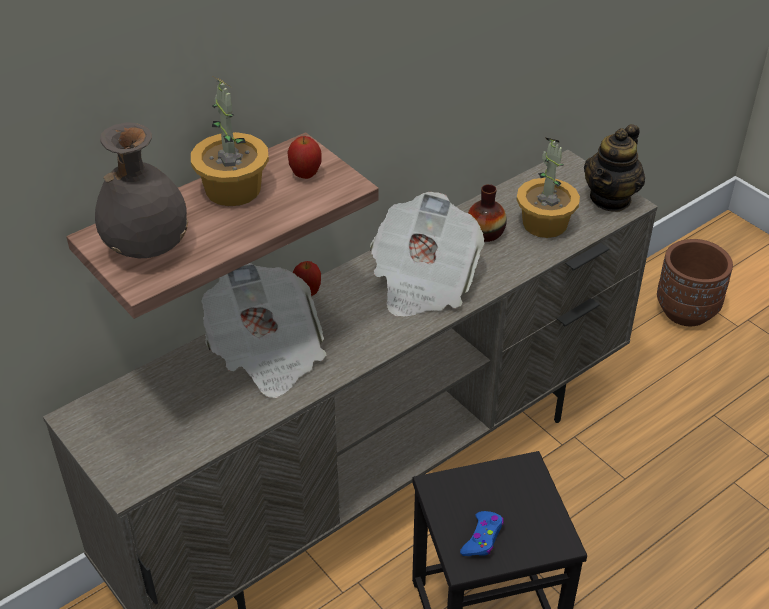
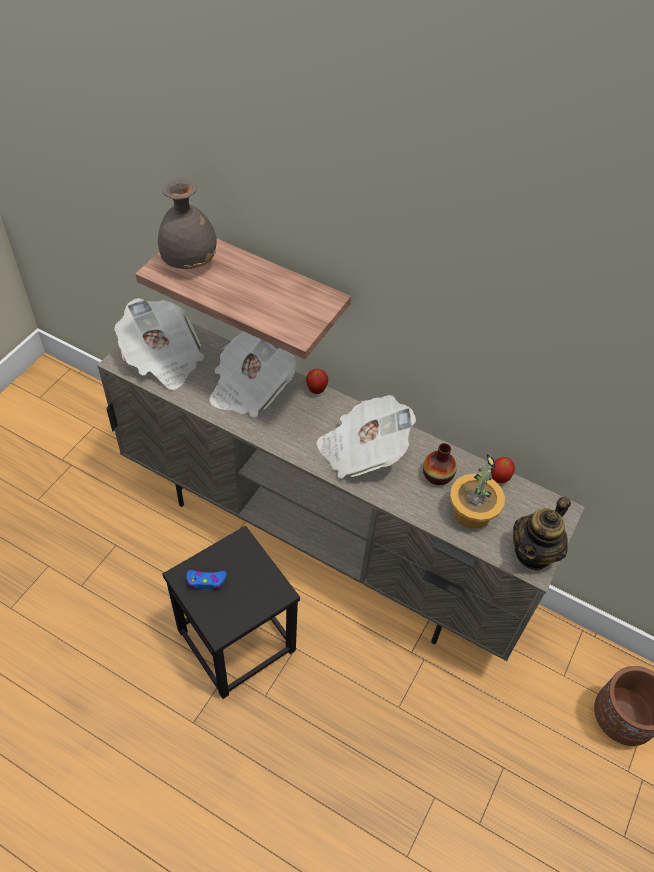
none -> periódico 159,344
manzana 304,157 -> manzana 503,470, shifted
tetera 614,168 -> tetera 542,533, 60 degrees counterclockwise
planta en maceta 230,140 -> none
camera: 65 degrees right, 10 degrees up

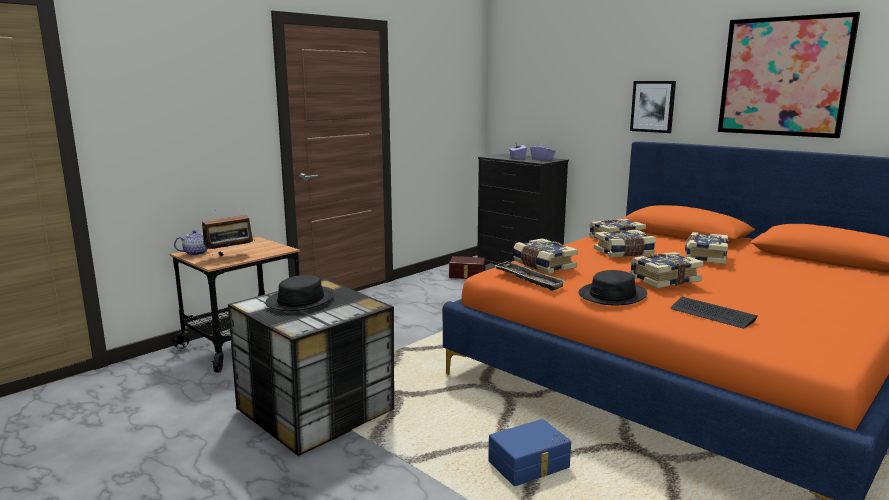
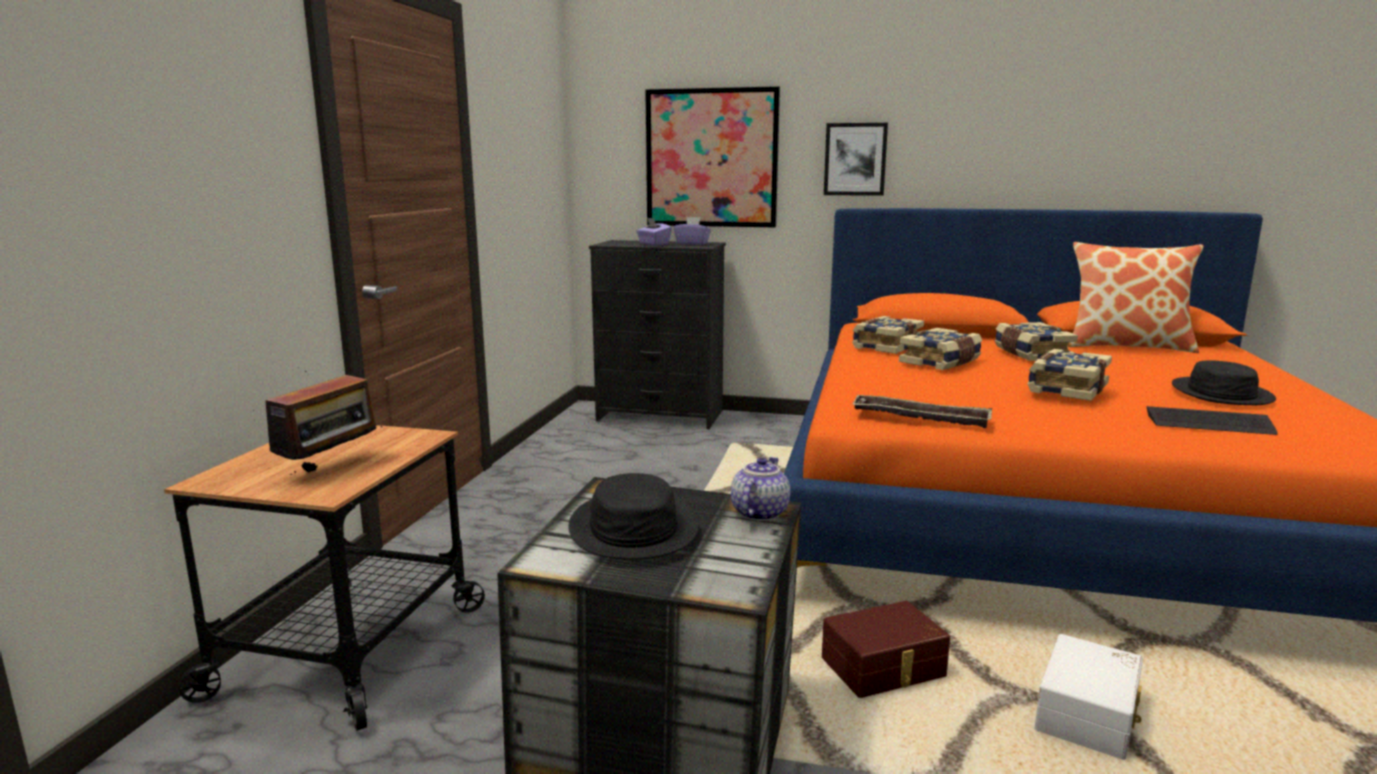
cuadro 789,75 -> cuadro 712,156, shifted
tetera 191,243 -> tetera 760,489, shifted
caja de almacenaje [marrón] 467,267 -> caja de almacenaje [marrón] 886,649, shifted
caja de almacenaje [azul] 529,452 -> caja de almacenaje [blanco] 1088,697
none -> cojín 1135,297
sombrero [negro] 613,287 -> sombrero [negro] 1224,382, shifted
libro 545,256 -> none
camera: 30 degrees left, 0 degrees up

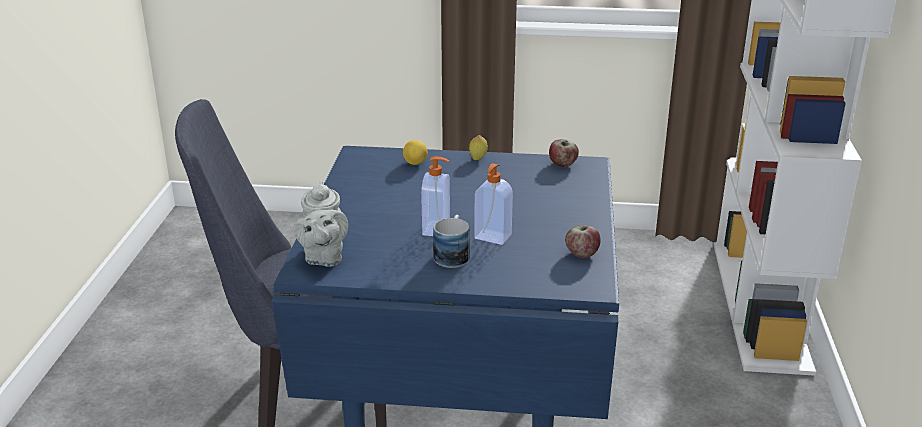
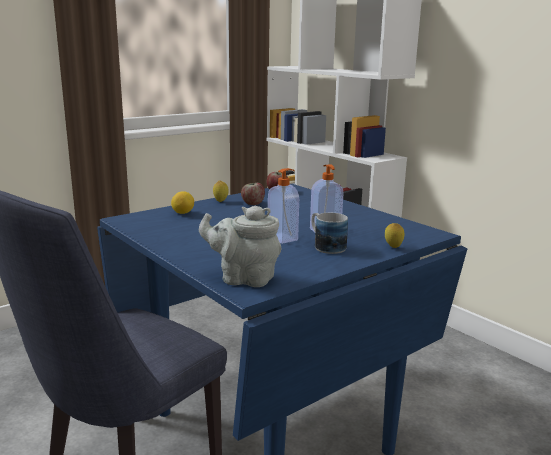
tetera [gris] 321,223 -> tetera [gris] 240,246, 150 degrees clockwise
manzana 583,241 -> manzana 253,194, shifted
none -> limón 394,235
camera: 45 degrees left, 10 degrees down

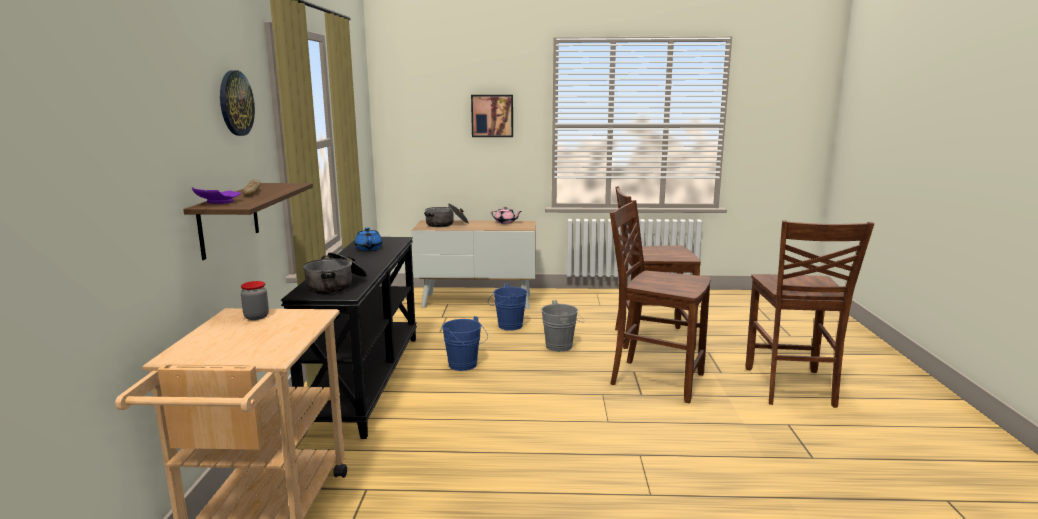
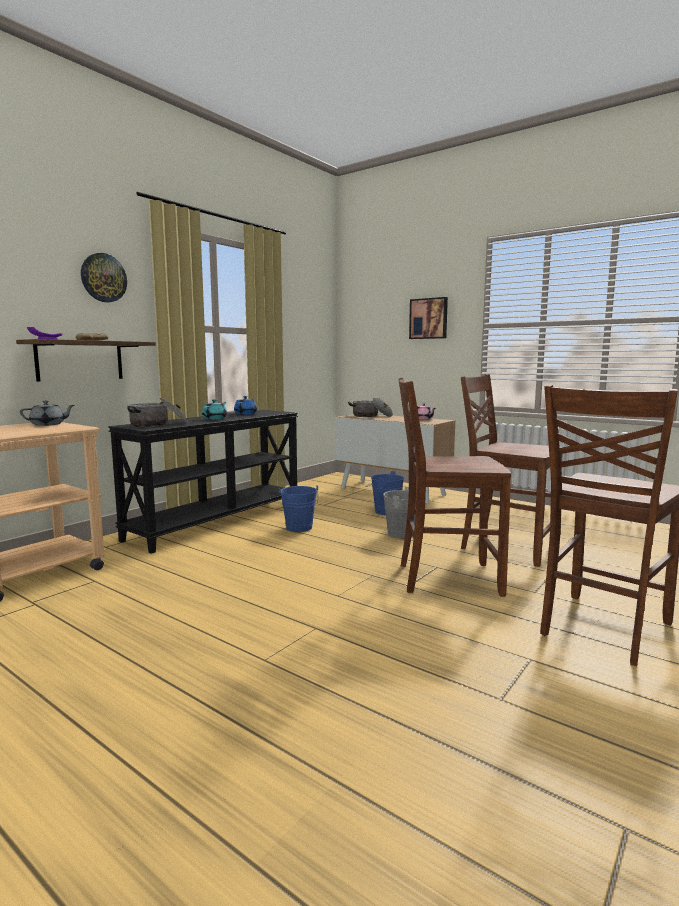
tarro 255,300 -> tetera [gris] 47,413
none -> tetera [turquesa] 214,409
silla [marrón] 660,301 -> silla [marrón] 455,487, 60 degrees counterclockwise
camera: 35 degrees right, 5 degrees down

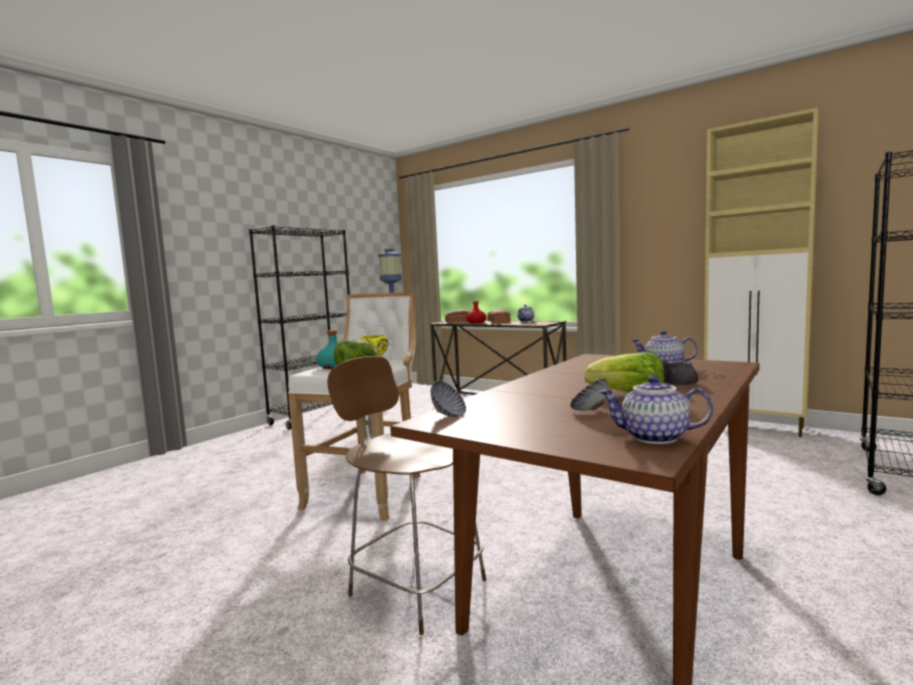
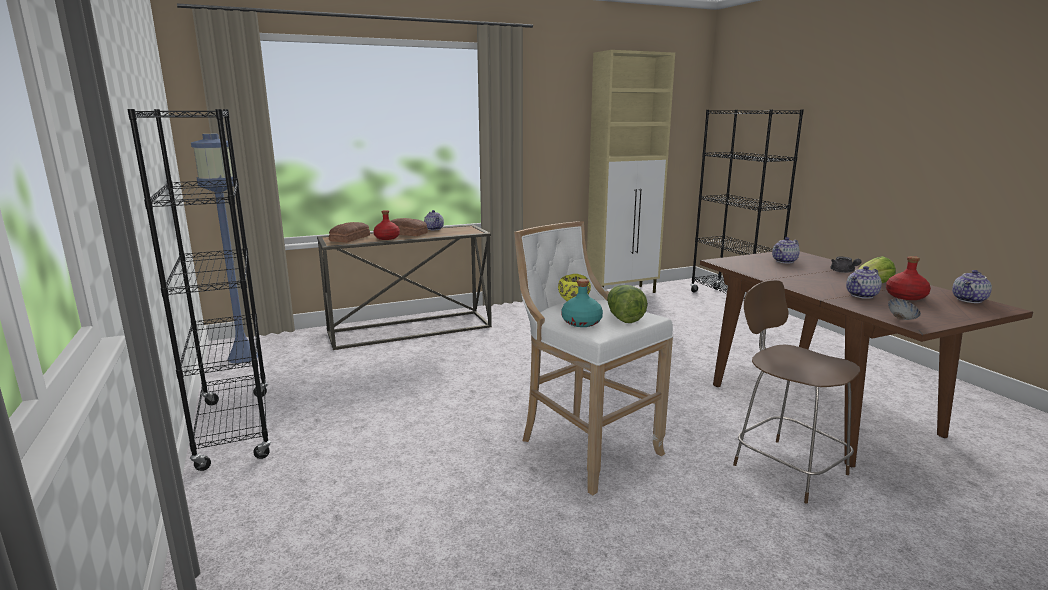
silla [marrón] 406,495 -> silla [marrón] 796,392, 75 degrees clockwise
none -> tetera 864,282
cuenco 589,394 -> botella [rojo] 908,278
camera: 60 degrees left, 10 degrees up

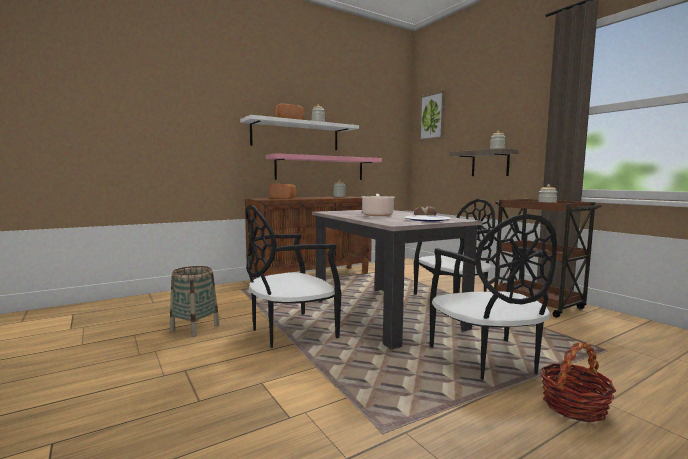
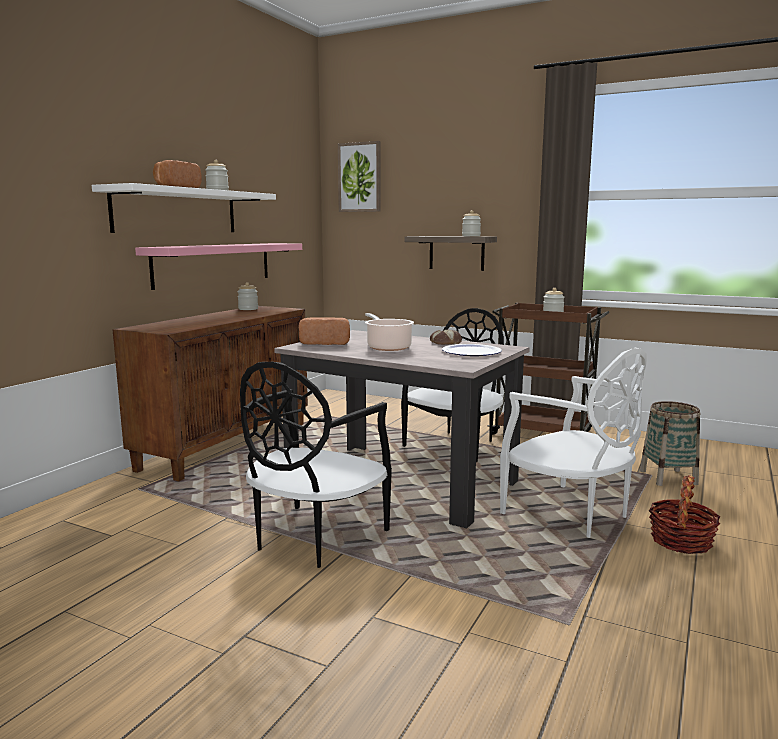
pan 283,191 -> pan 324,331, shifted
silla [negro] 493,297 -> silla [blanco] 573,443
cesta 194,301 -> cesta 670,443, shifted
camera: 30 degrees left, 5 degrees up

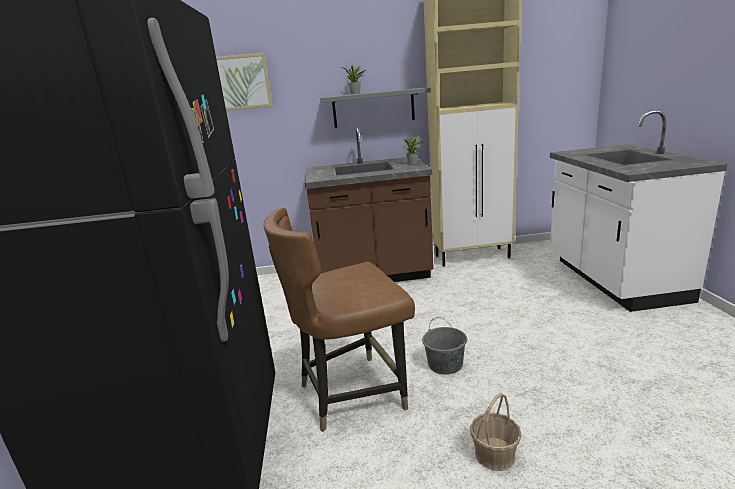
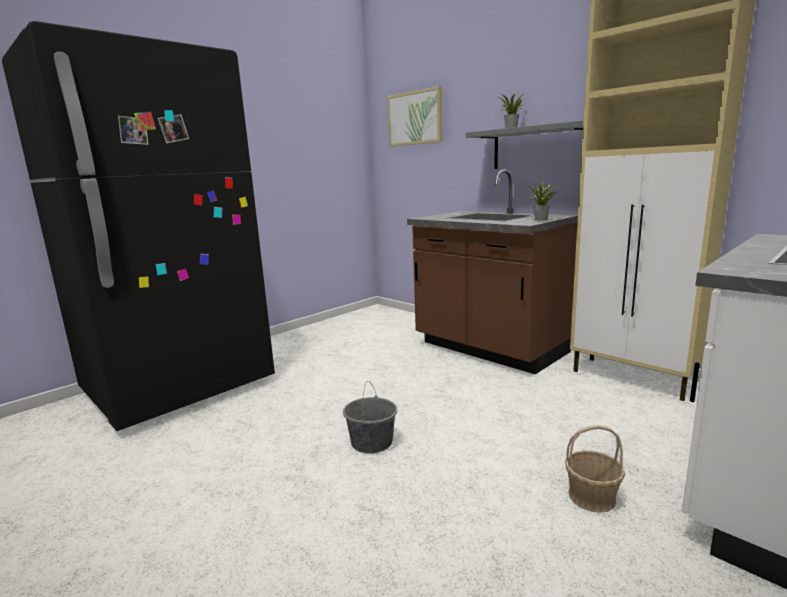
cesta 496,432 -> cesta 595,469, shifted
silla [marrón] 339,320 -> none
camera: 50 degrees right, 5 degrees down

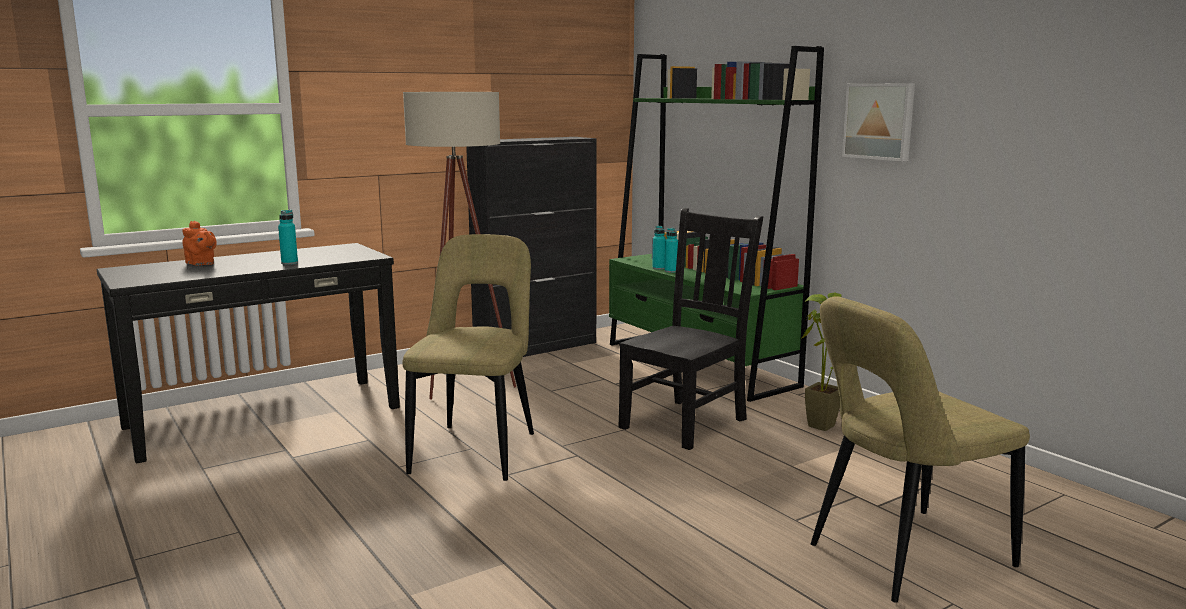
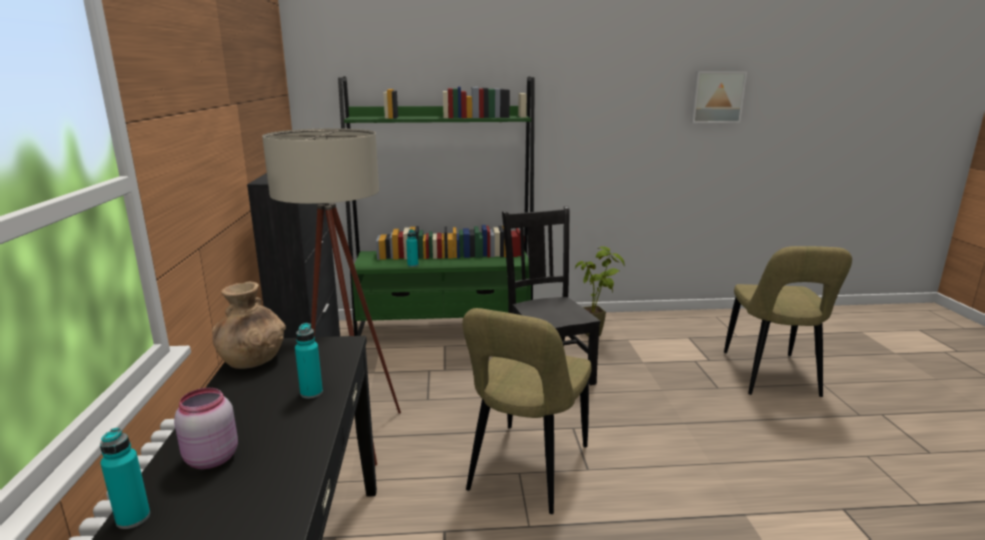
botella [turquesa] 671,250 -> botella [turquesa] 125,478, shifted
tetera [naranja] 199,243 -> tarro [rosa] 206,428
none -> florero [marrón] 249,325
silla [beis] 468,357 -> silla [beis] 527,411, 105 degrees counterclockwise
cuadro 878,122 -> cuadro 718,97, shifted
camera: 60 degrees left, 5 degrees up

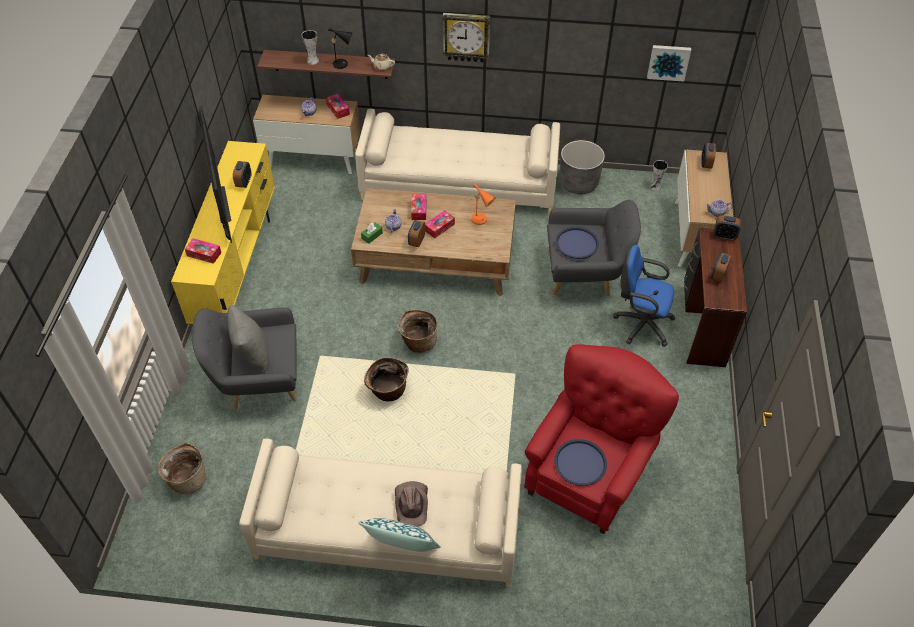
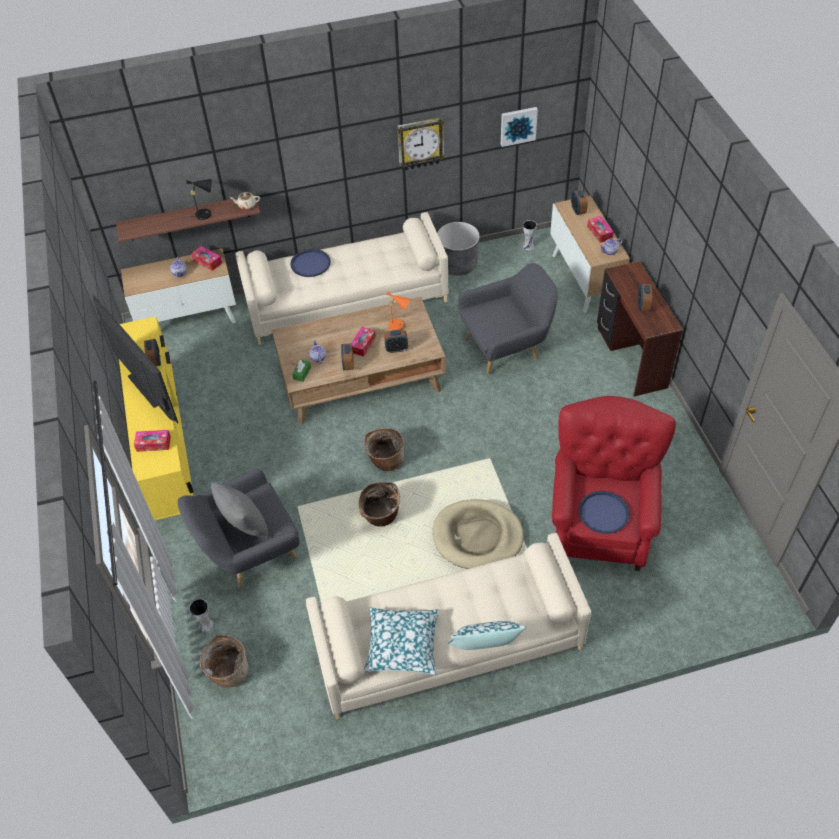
florero 310,47 -> florero 201,615, shifted
bandeja [azul] 577,243 -> bandeja [azul] 310,263, shifted
none -> cojín 402,641
despertador 727,228 -> despertador 396,341, shifted
reloj de pared 466,37 -> reloj de pared 421,143, shifted
none -> cama para perro [beis] 478,534
caja de pañuelos 418,207 -> caja de pañuelos 600,229, shifted
sombrero [marrón] 411,504 -> none
silla de oficina [azul] 644,296 -> none
camera: 20 degrees left, 0 degrees up

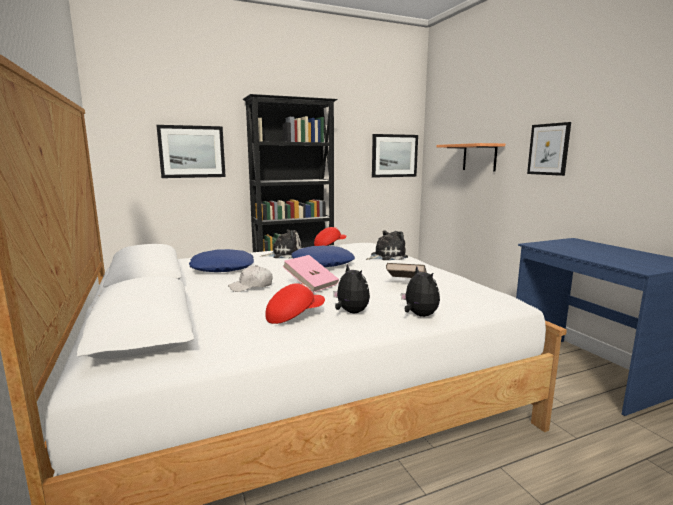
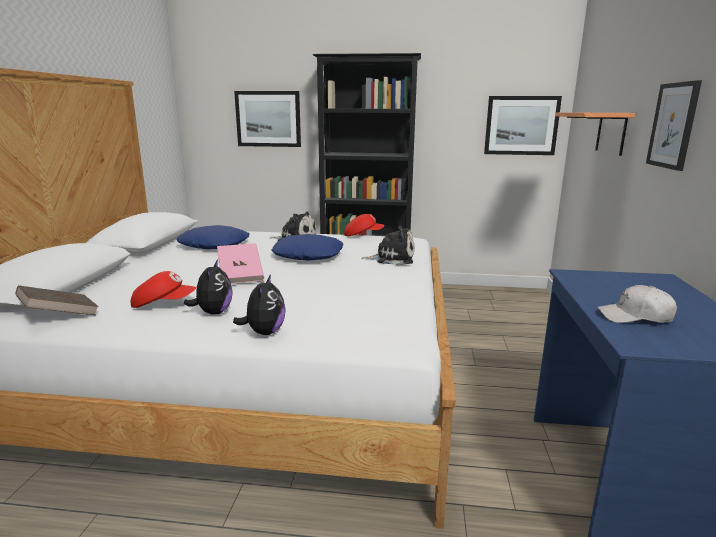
libro [marrón] 406,270 -> libro [marrón] 57,300, shifted
gorra [blanco] 250,278 -> gorra [blanco] 637,304, shifted
camera: 30 degrees right, 5 degrees up

